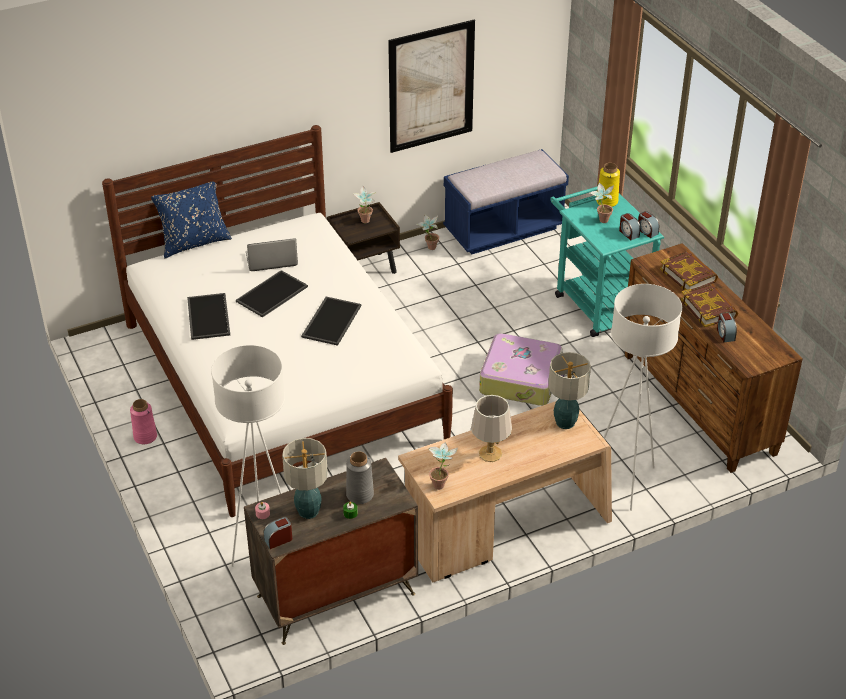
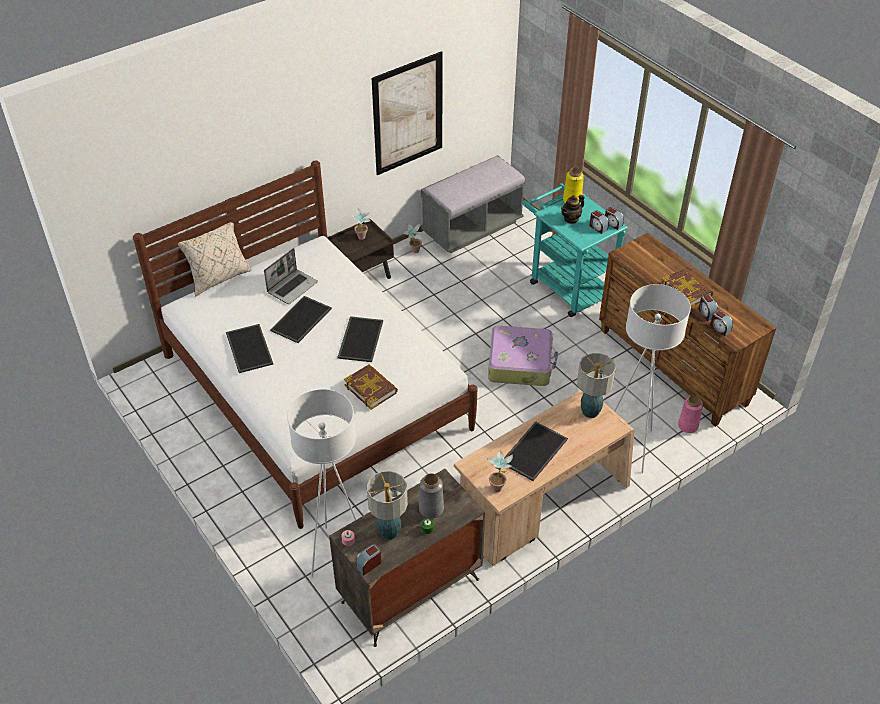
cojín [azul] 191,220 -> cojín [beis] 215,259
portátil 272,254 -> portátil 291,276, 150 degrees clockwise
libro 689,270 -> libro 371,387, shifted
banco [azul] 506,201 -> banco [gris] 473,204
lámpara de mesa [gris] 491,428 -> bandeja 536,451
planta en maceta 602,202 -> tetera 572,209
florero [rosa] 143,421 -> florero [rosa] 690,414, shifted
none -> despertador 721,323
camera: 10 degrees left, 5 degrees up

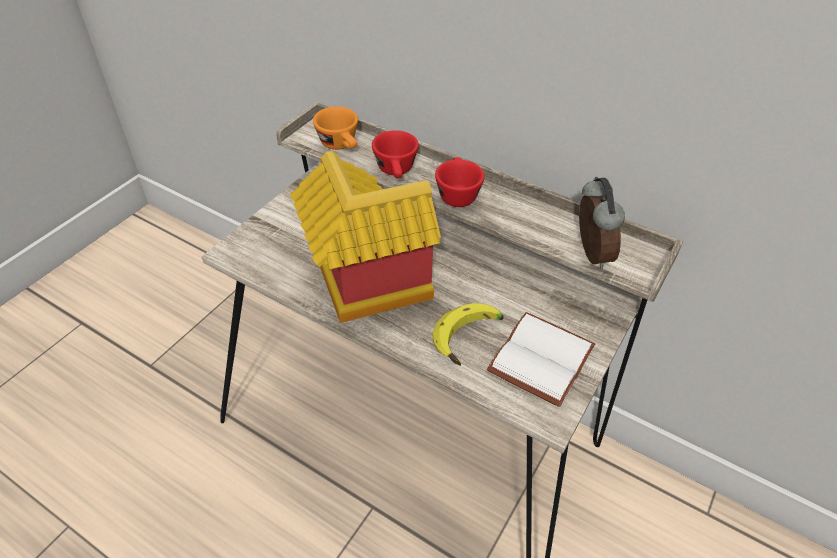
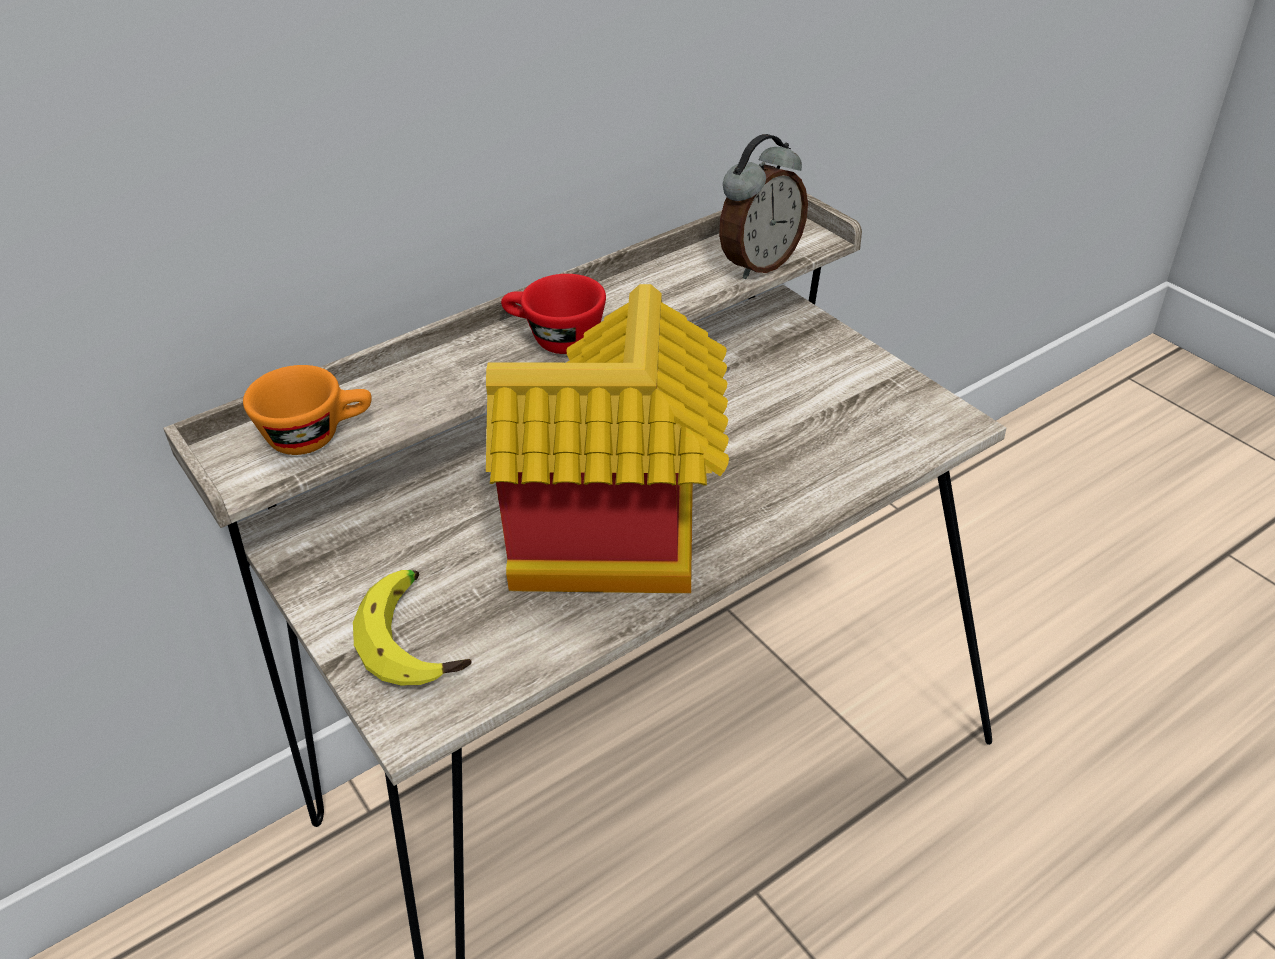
plátano 467,334 -> plátano 412,627, shifted
despertador 602,223 -> despertador 763,206, 120 degrees clockwise
taza [rojo] 395,154 -> none
libro [blanco] 541,359 -> none
camera: 65 degrees left, 5 degrees down

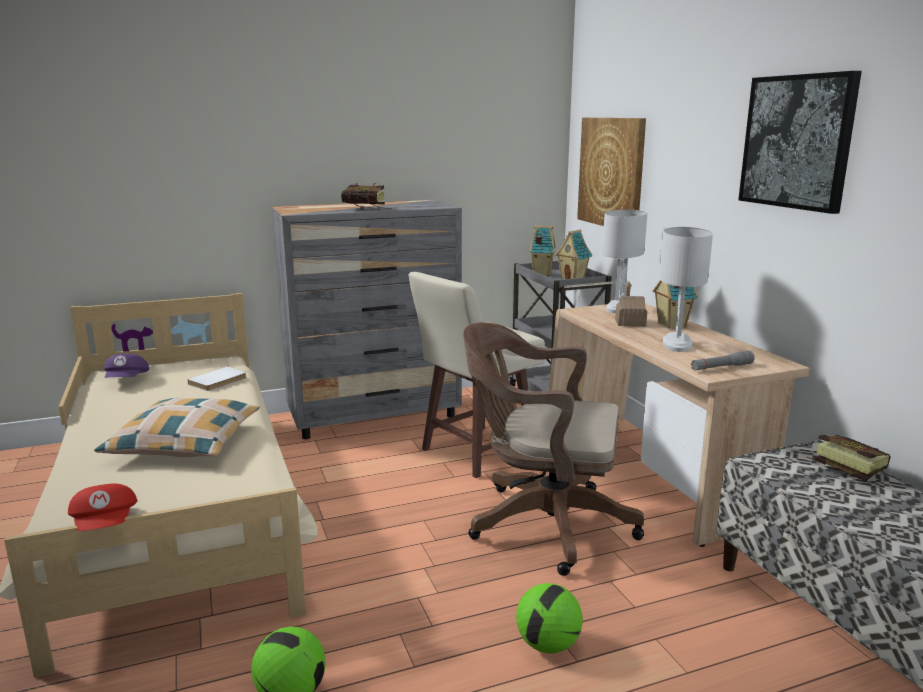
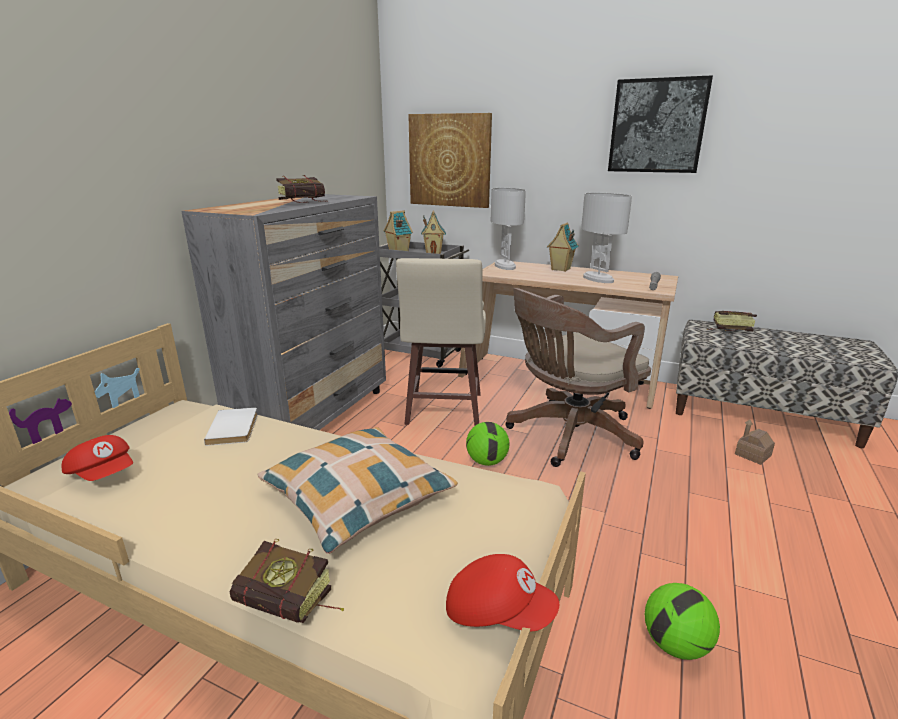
gorra [morado] 126,365 -> gorra [rojo] 97,458
none -> libro 287,581
balón de fútbol 549,618 -> balón de fútbol 488,444, shifted
casita 631,304 -> casita 755,442, shifted
camera: 45 degrees left, 5 degrees up

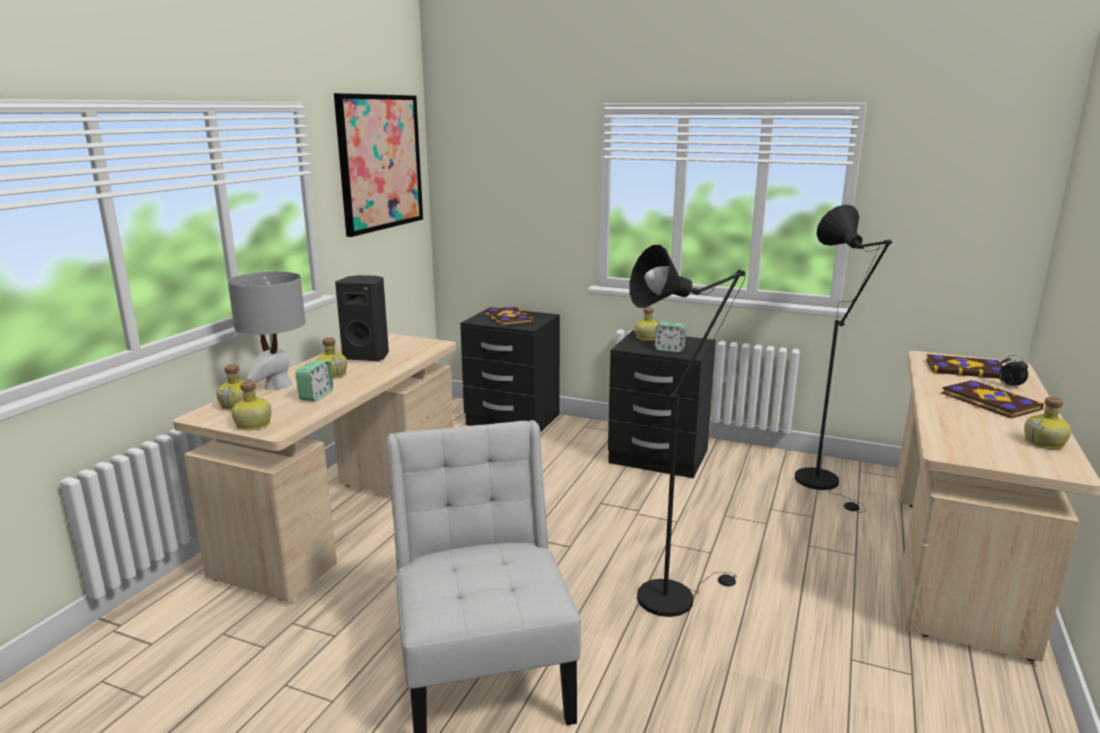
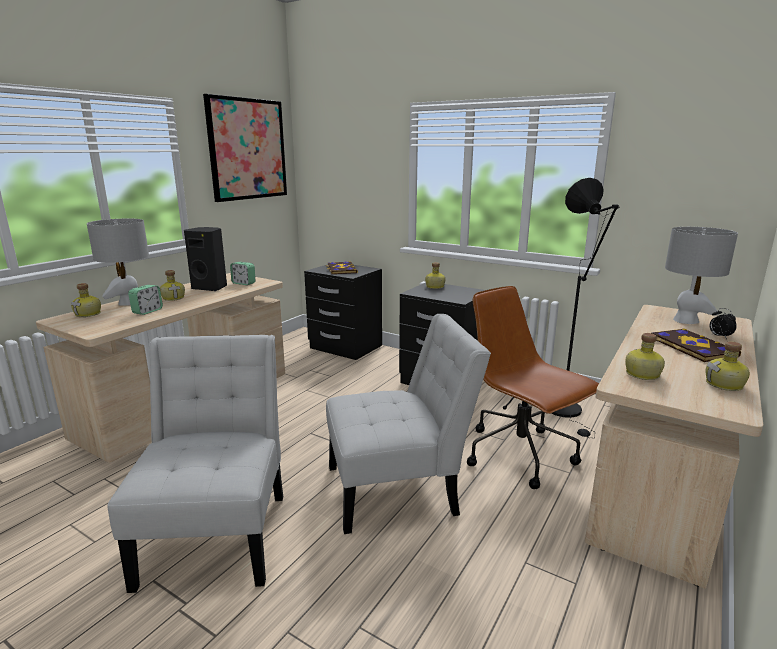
despertador 670,337 -> despertador 242,273, shifted
lámpara de pie [negro] 688,431 -> silla [blanco] 408,424
none -> silla de oficina [marrón] 533,387
botella 251,405 -> botella 645,356, shifted
libro 964,366 -> lámpara de mesa [gris] 701,275
camera: 10 degrees right, 0 degrees up

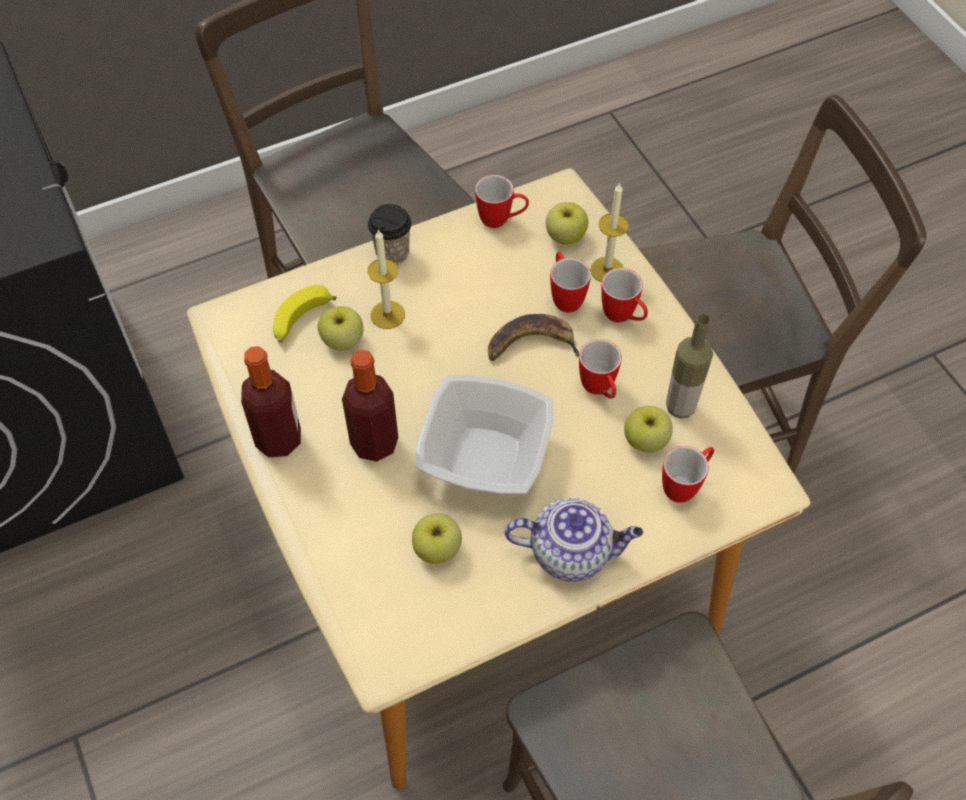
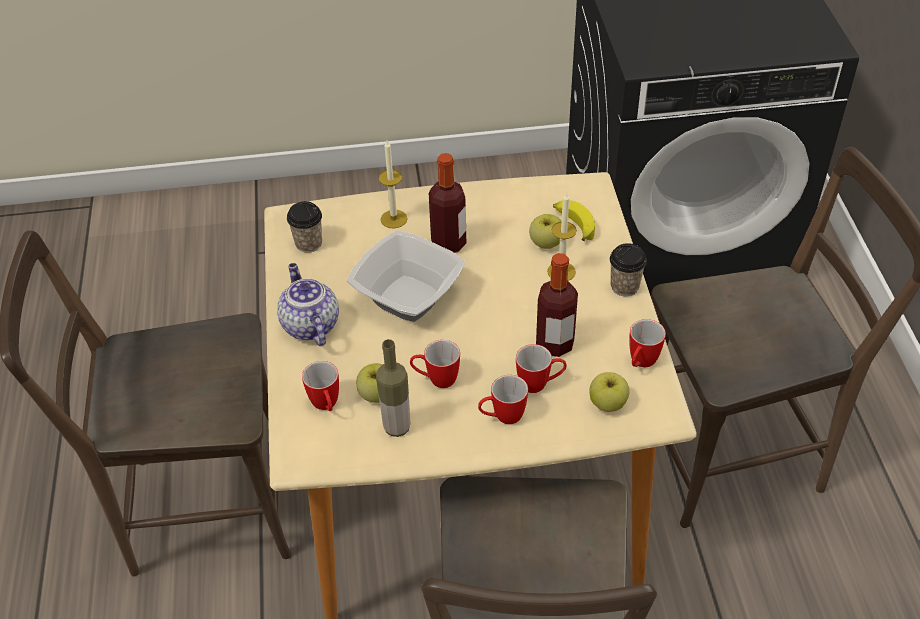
tetera 573,540 -> tetera 308,304, 135 degrees clockwise
none -> taza 304,227
vela 609,232 -> vela 393,184, shifted
botella 271,402 -> botella 557,305, shifted
manzana 437,538 -> none
plátano 533,337 -> none
camera: 110 degrees right, 10 degrees down

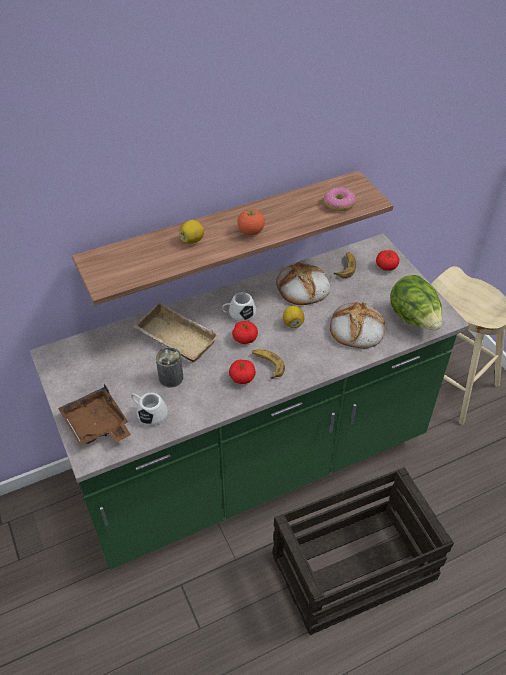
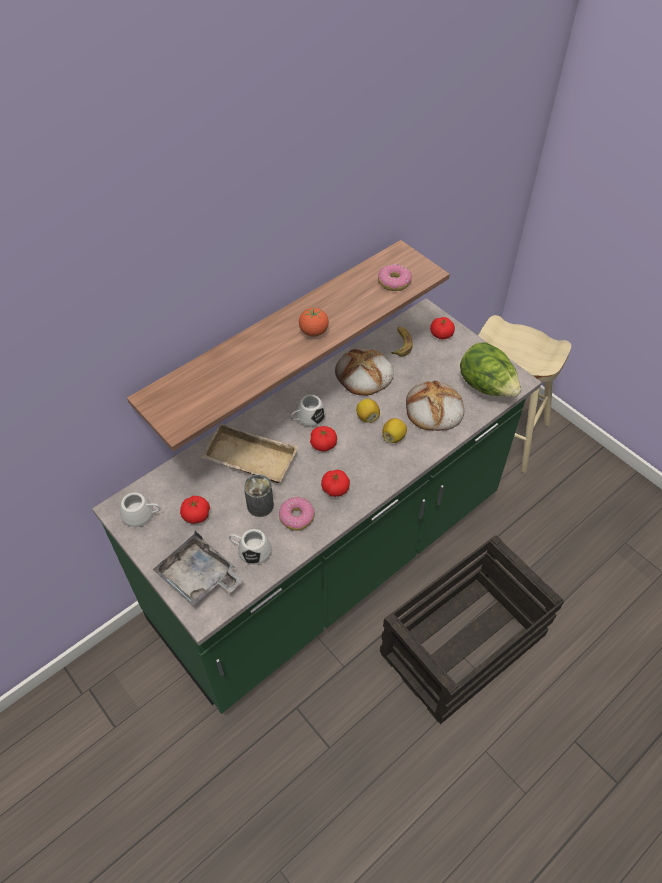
none -> taza grande [blanco] 140,509
bandeja [marrón] 94,415 -> bandeja [gris] 198,568
none -> tomate 195,510
none -> rosquilla 296,514
limón 191,232 -> limón 394,430, shifted
plátano 268,364 -> none
camera: 15 degrees left, 5 degrees up

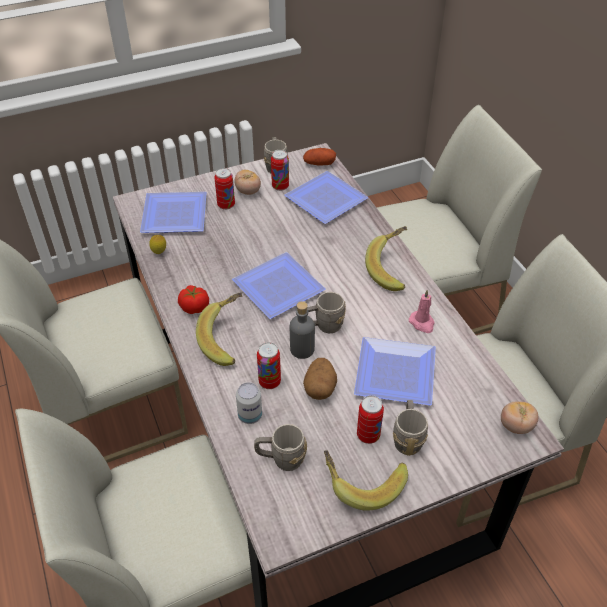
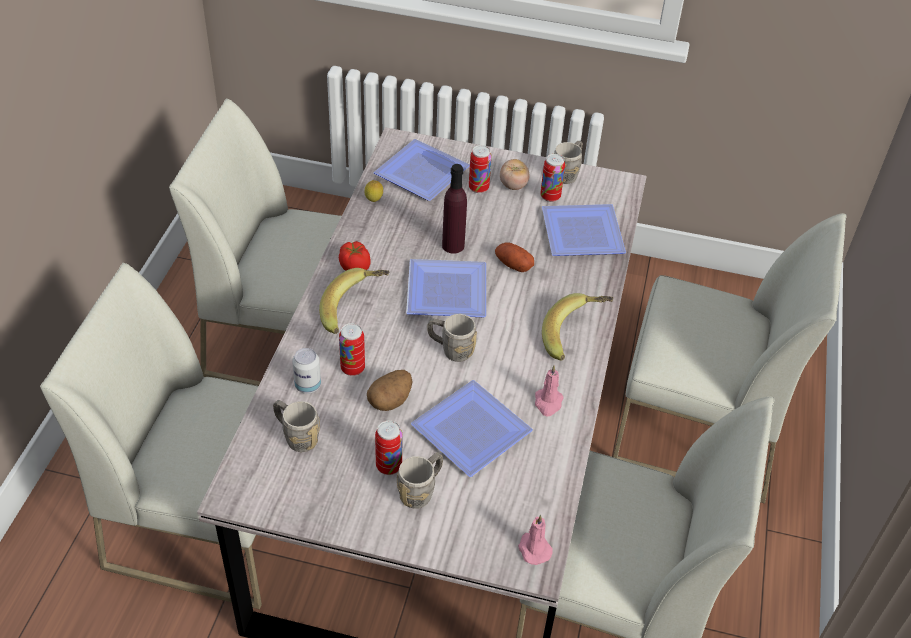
none -> botella [morado] 454,209
patata 319,157 -> patata 514,257, shifted
tomate 519,417 -> vela [rosa] 535,540
botella [gris] 302,330 -> none
plátano 366,480 -> none
camera: 35 degrees right, 0 degrees up

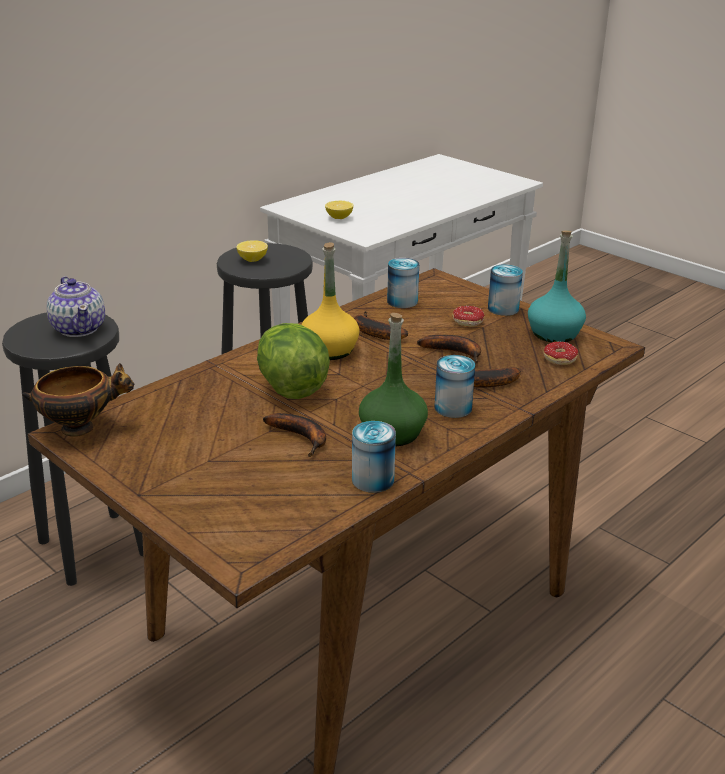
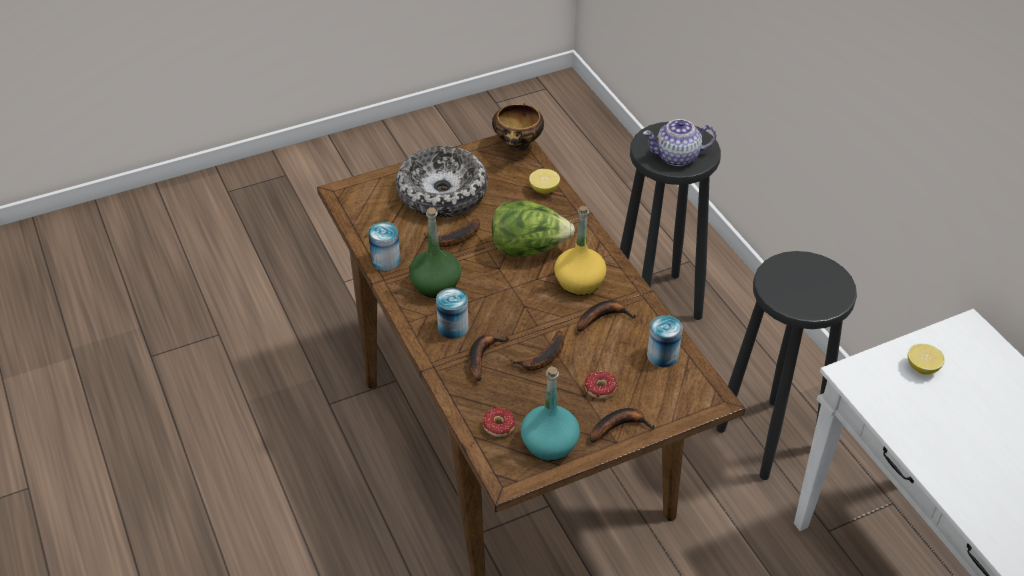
none -> cuenco 441,182
limón 252,251 -> limón 544,181, shifted
lata 505,290 -> plátano 622,425
camera: 110 degrees right, 15 degrees up

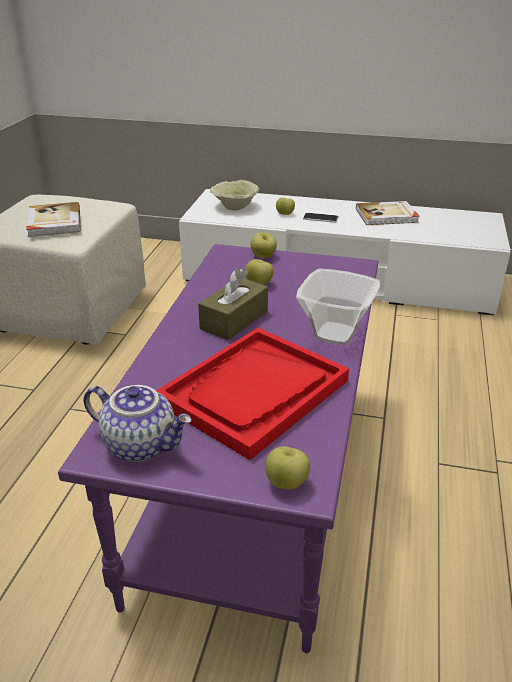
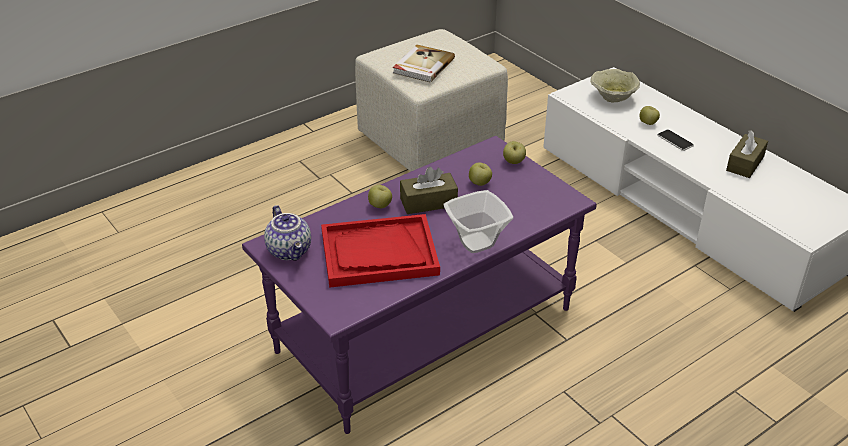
manzana 287,468 -> manzana 380,196, shifted
libro 388,213 -> caja de pañuelos [marrón] 747,154
camera: 40 degrees right, 5 degrees up

